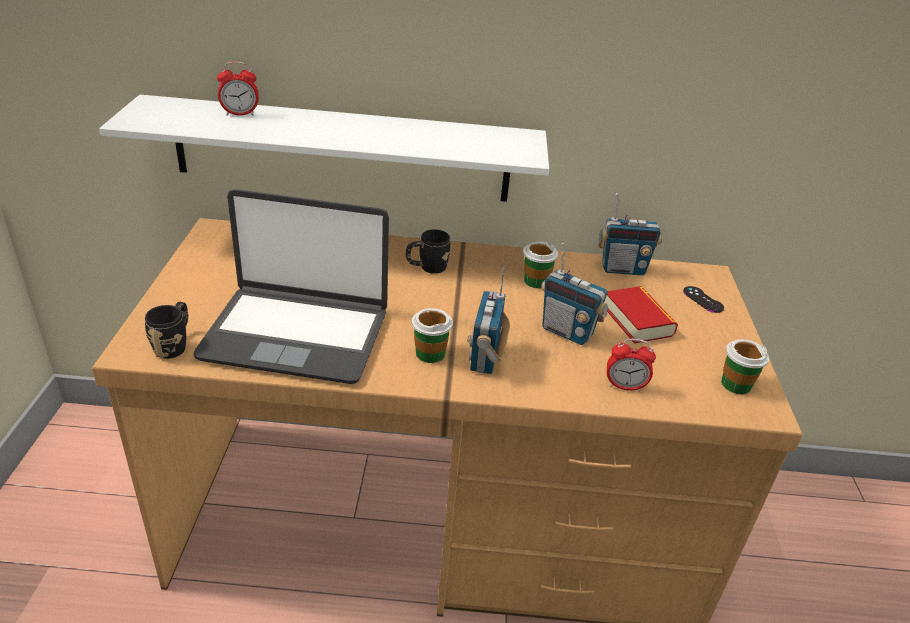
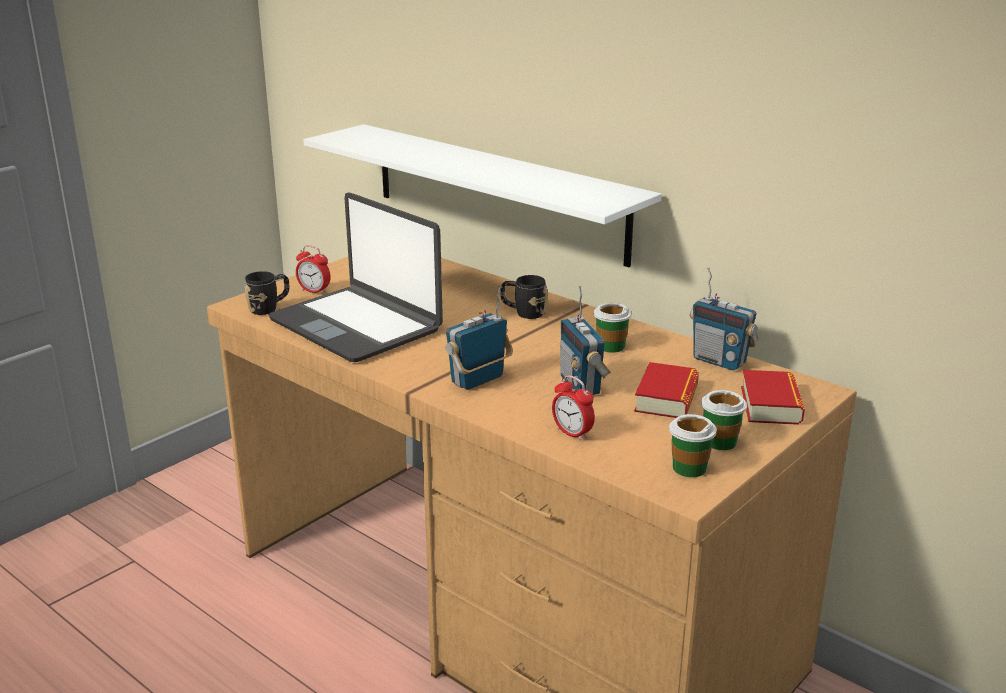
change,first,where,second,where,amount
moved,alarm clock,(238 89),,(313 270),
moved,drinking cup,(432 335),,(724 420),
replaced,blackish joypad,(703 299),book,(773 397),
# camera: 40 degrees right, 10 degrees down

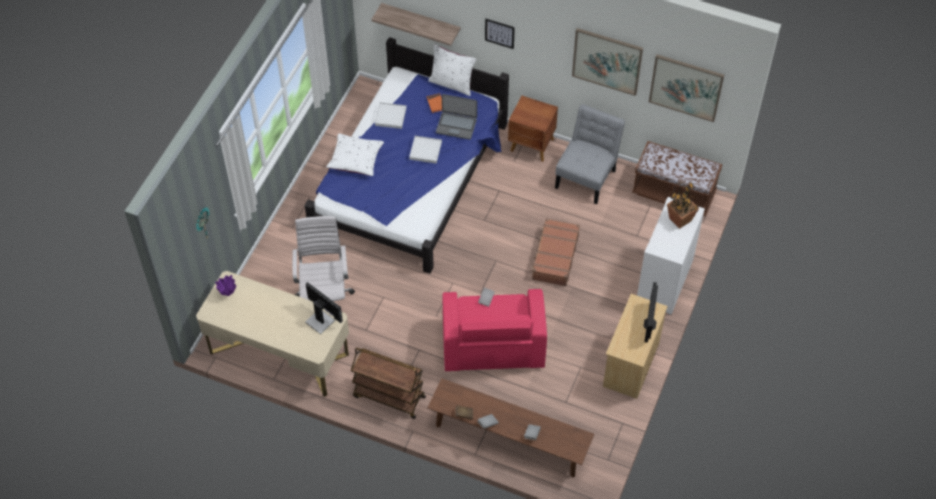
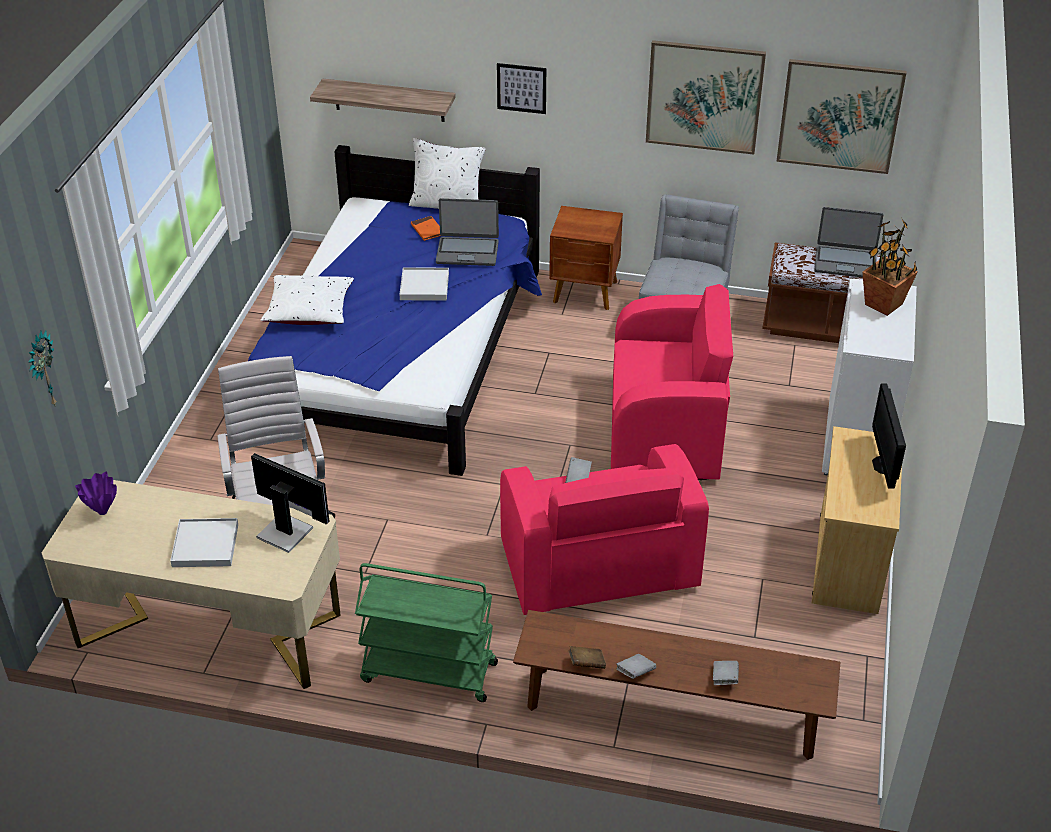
change,first,where,second,where,amount
recoloured,brown-coloured wheeled cart,(388 383),green wheeled cart,(426 632),
moved,whitish serving tray,(391 115),,(204 542),
replaced,brown-coloured piece of luggage,(555 252),pink-coloured armchair,(672 382),
added,,,laptop,(848 242),
# camera: 10 degrees left, 15 degrees down

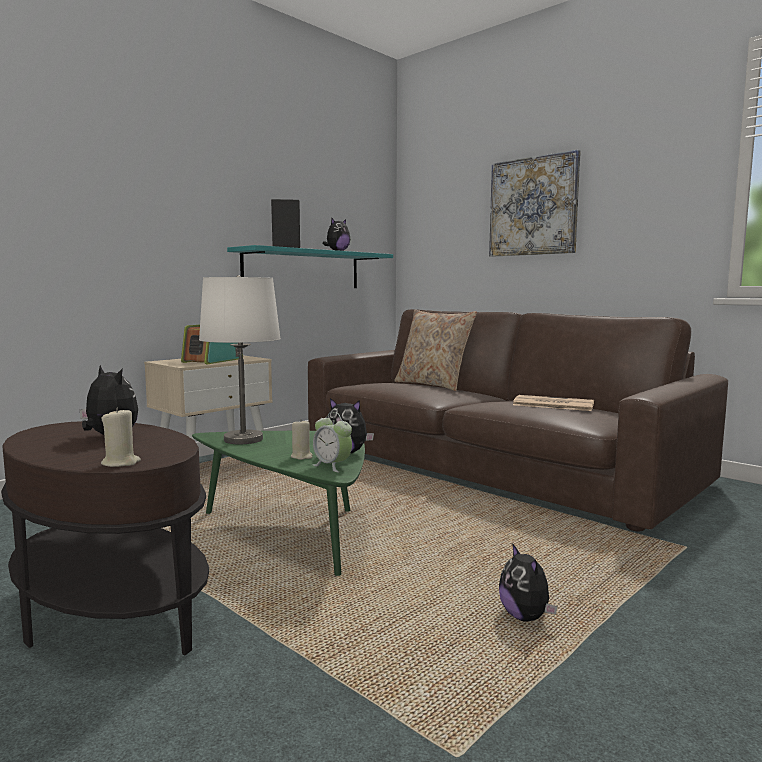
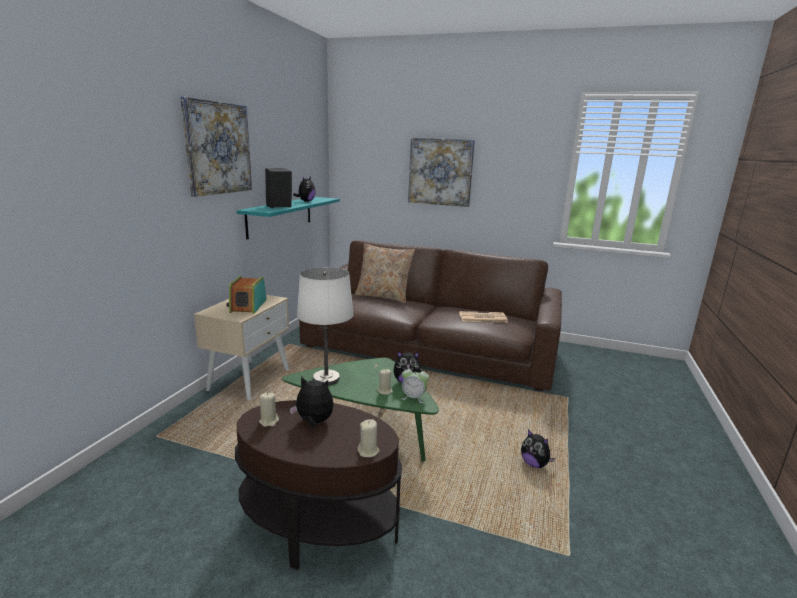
change,first,where,second,where,amount
added,,,wall art,(216 146),
added,,,beige-coloured wax light,(269 409),
# camera: 25 degrees left, 10 degrees up

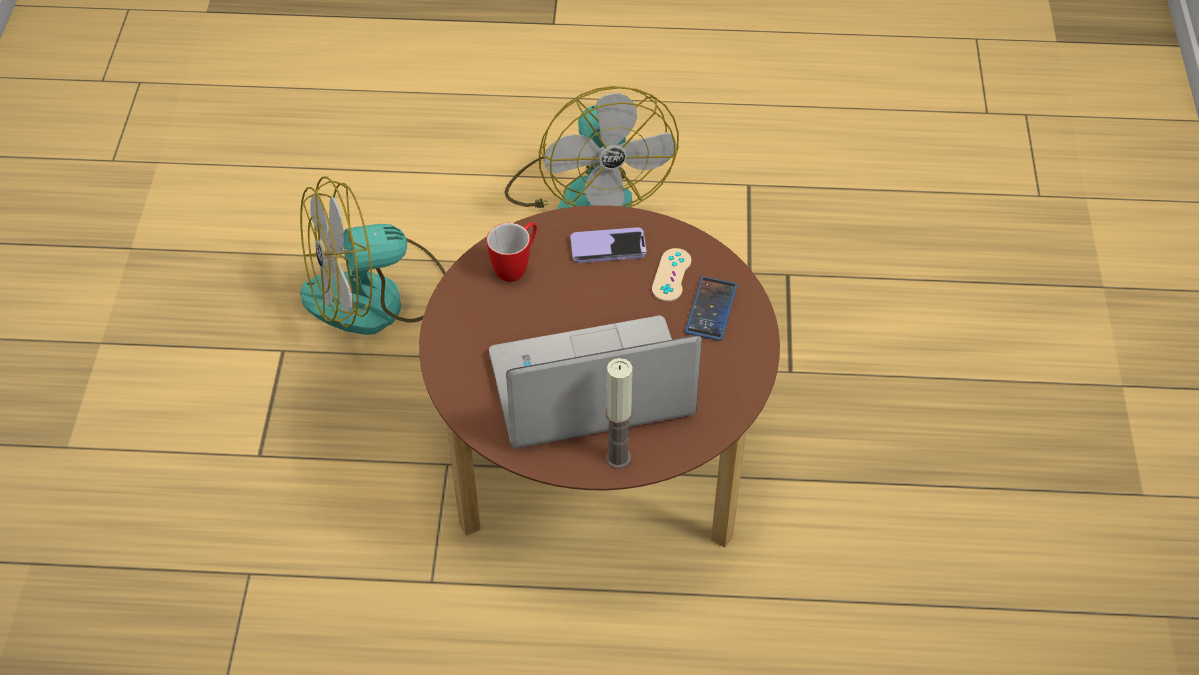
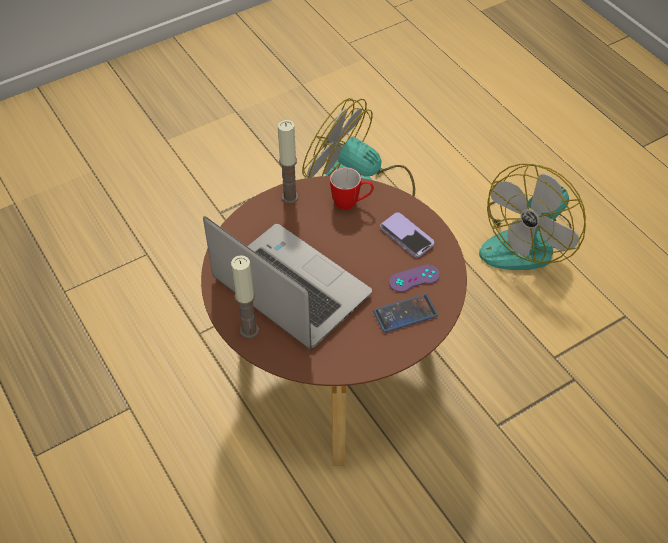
change,first,where,second,where,amount
recoloured,beige-coloured joypad,(671 275),purplish joypad,(414 278),
added,,,wax light,(288 161),
# camera: 55 degrees right, 0 degrees up

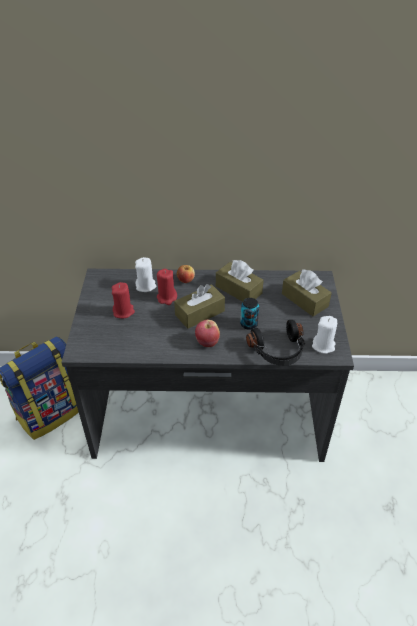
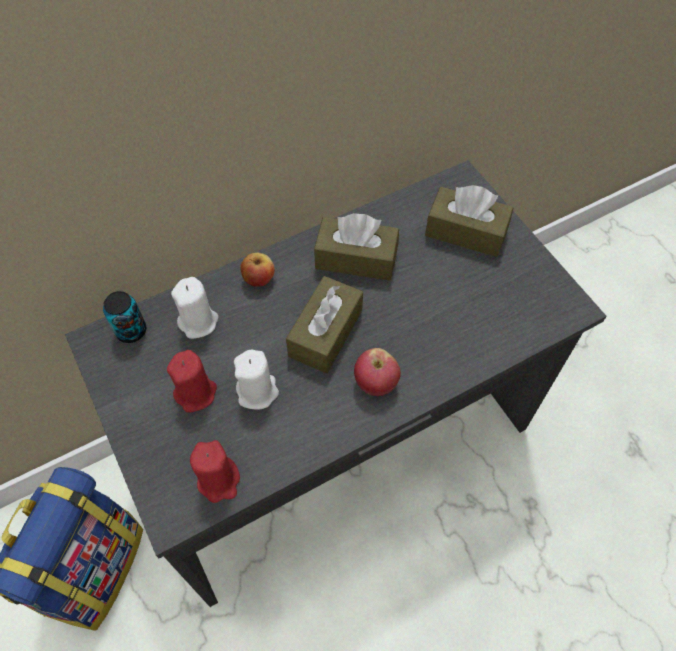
change,first,where,second,where,amount
moved,red wax light,(167 287),,(215 471),
moved,can,(249 314),,(124 317),
removed,blackish headphones,(275 343),,,
moved,whitish wax light,(324 335),,(256 379),
# camera: 30 degrees left, 15 degrees up

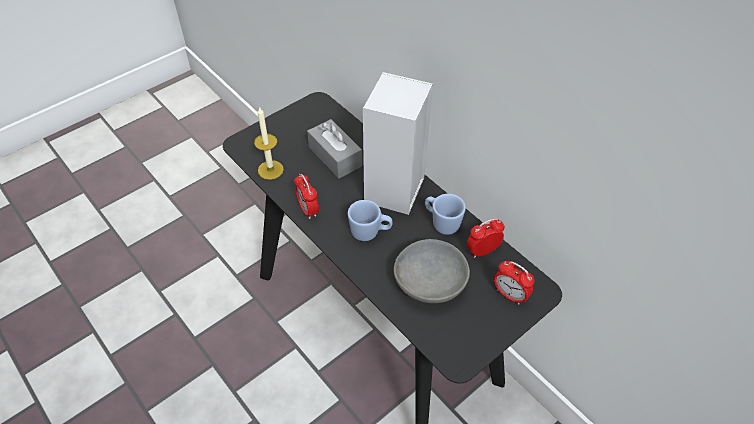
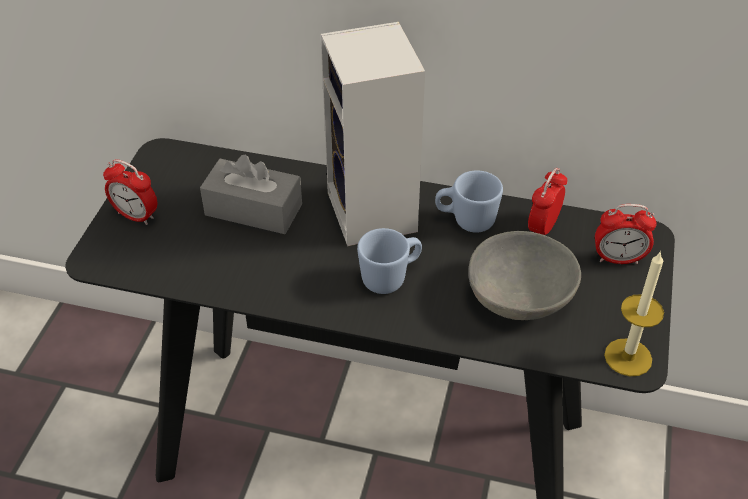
change,first,where,second,where,amount
moved,wax light,(269 143),,(634 313),
moved,alarm clock,(306 196),,(130 192),
# camera: 35 degrees left, 5 degrees down

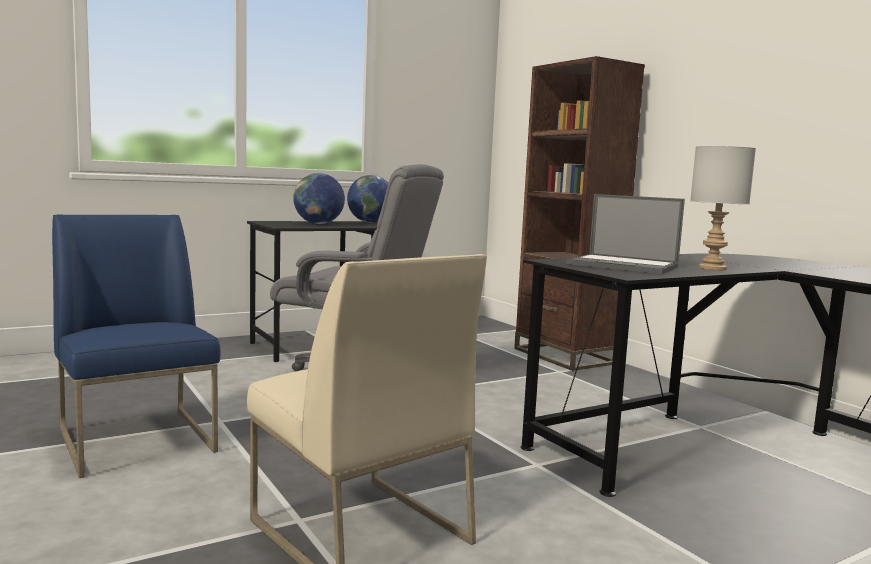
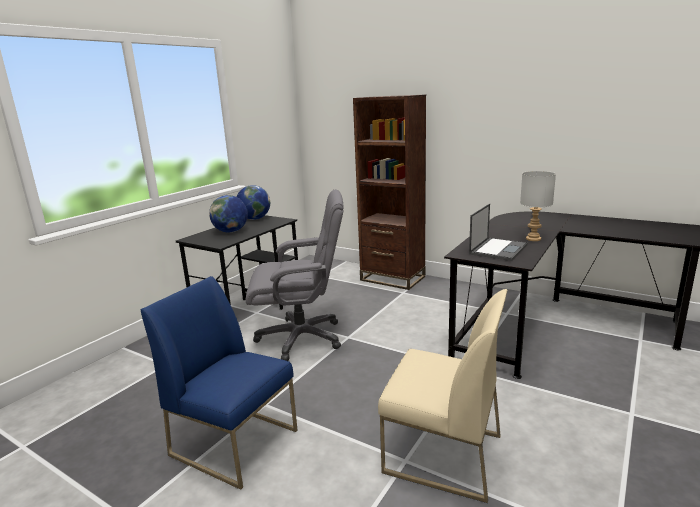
change,first,where,second,where,amount
turned,laptop,(625 234),,(498 232),60 degrees counterclockwise
# camera: 25 degrees left, 10 degrees up

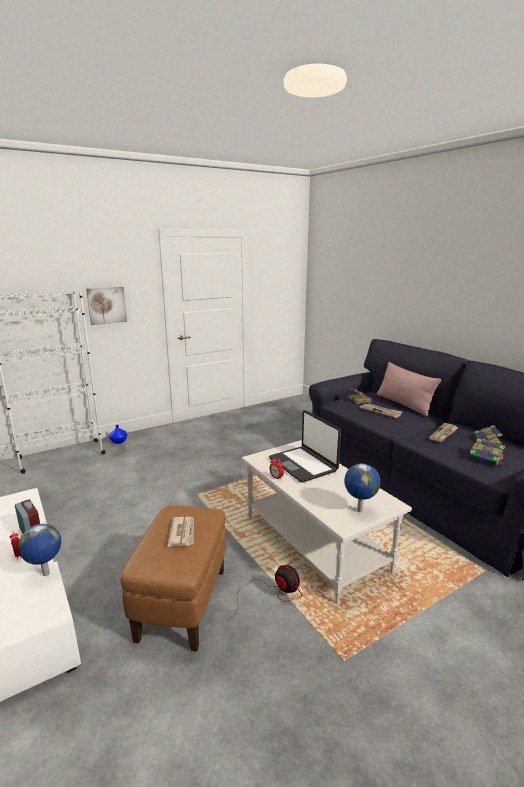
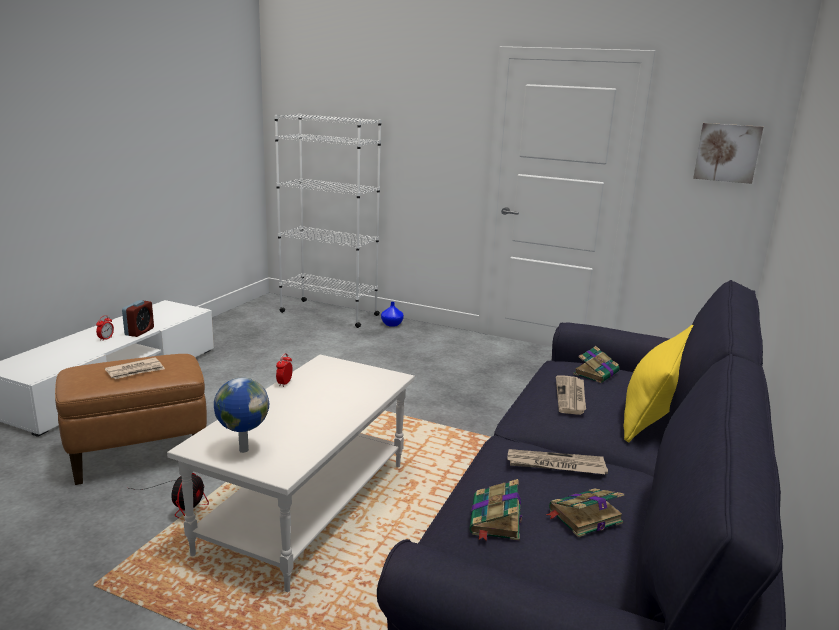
change,first,where,second,where,amount
removed,world globe,(39 550),,,
moved,wall art,(106 306),,(728 153),
removed,laptop,(305 446),,,
recoloured,pink-coloured pillow,(409 389),yellow pillow,(658 383),
# camera: 55 degrees right, 0 degrees up

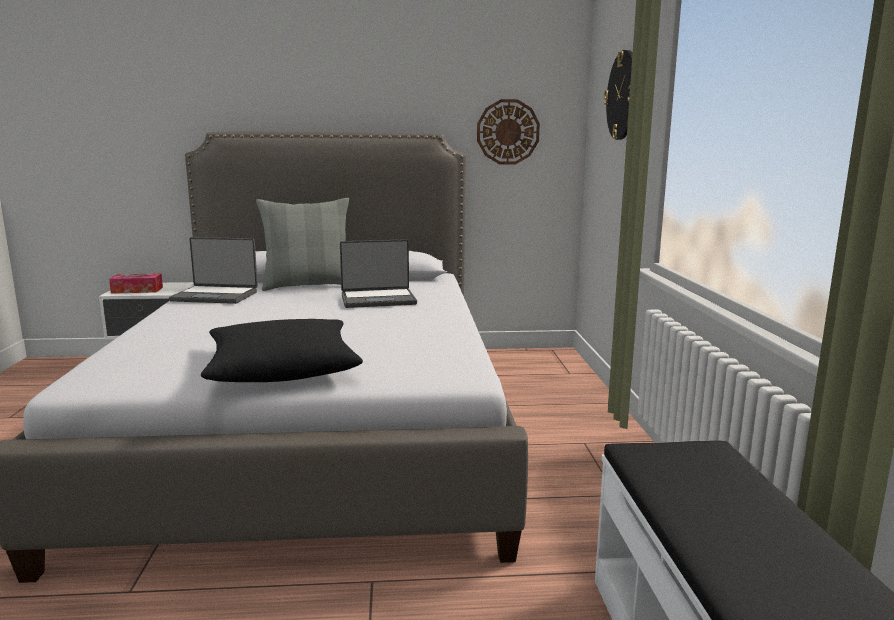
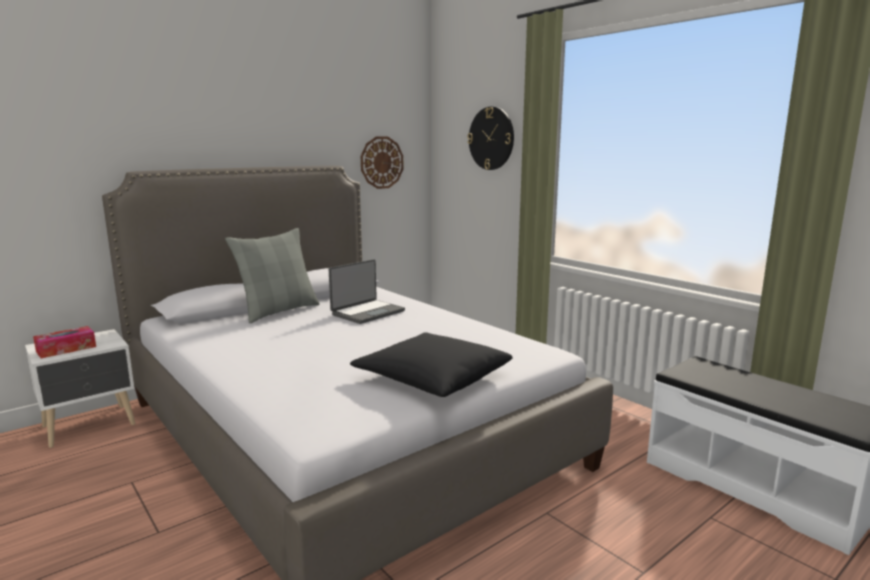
change,first,where,second,where,amount
removed,laptop,(213 270),,,
# camera: 35 degrees left, 0 degrees up

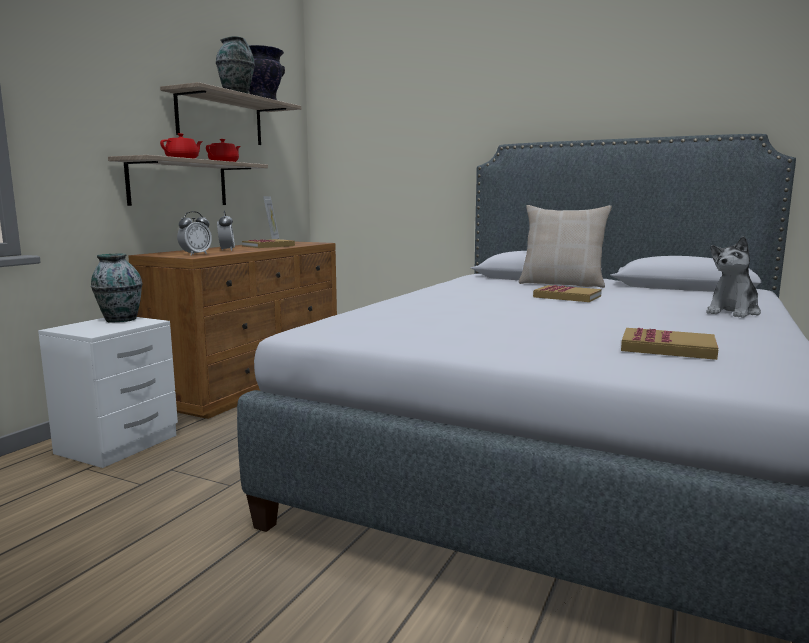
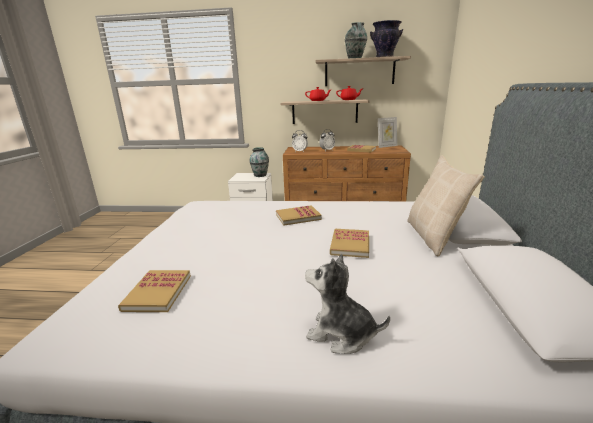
change,first,where,second,where,amount
added,,,book,(299 215),
# camera: 70 degrees right, 10 degrees up

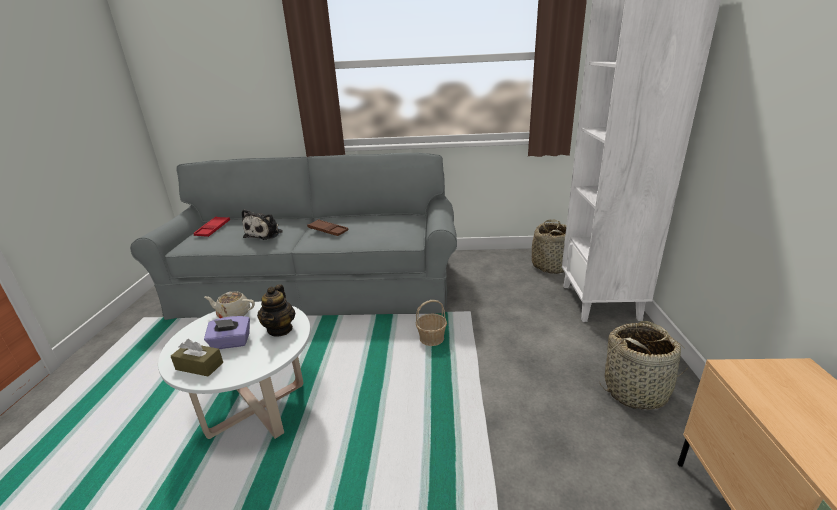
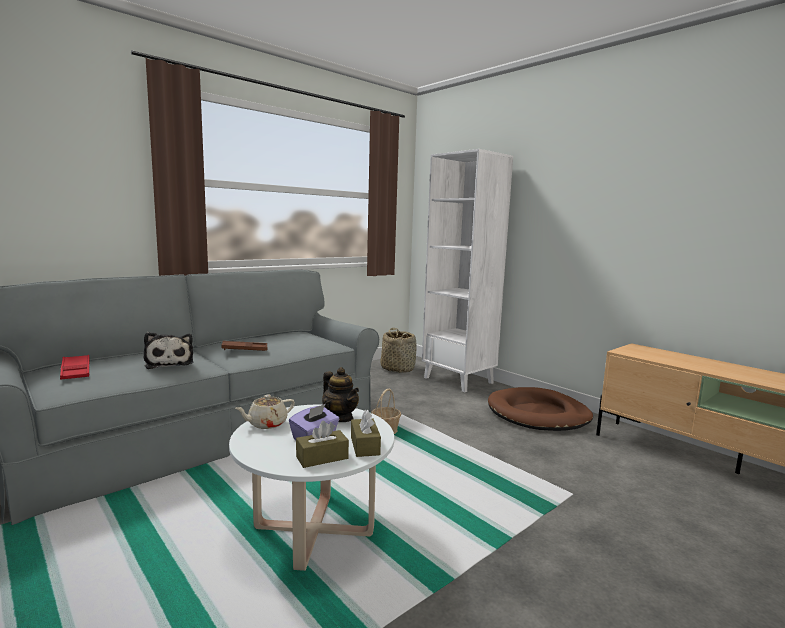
change,first,where,second,where,amount
replaced,household basket,(644 365),brown-coloured pet bed,(540 409),
added,,,brown-coloured tissue box,(366 433),
# camera: 45 degrees left, 15 degrees down

